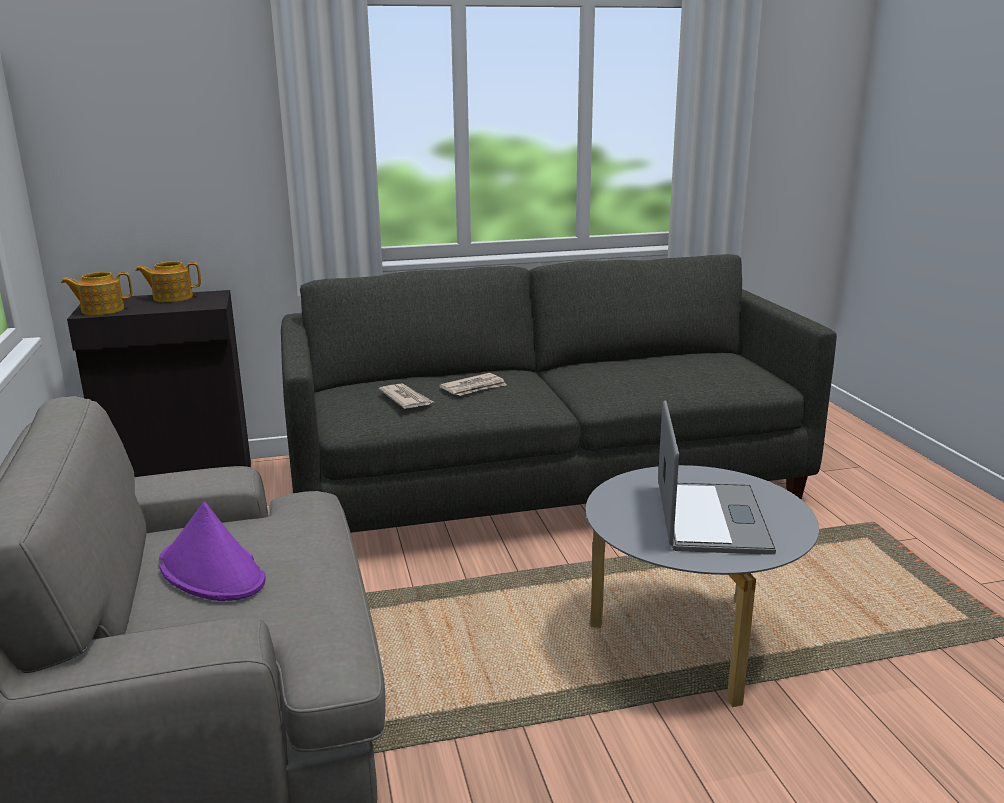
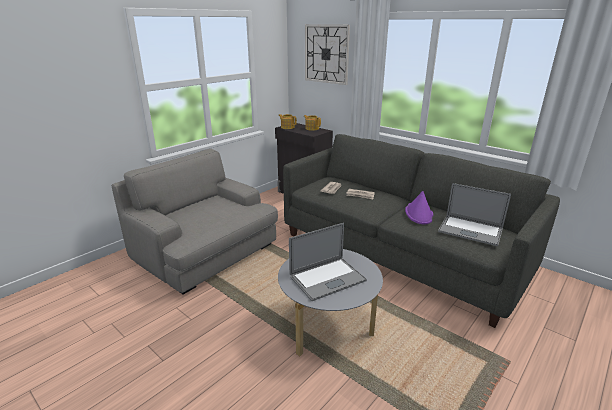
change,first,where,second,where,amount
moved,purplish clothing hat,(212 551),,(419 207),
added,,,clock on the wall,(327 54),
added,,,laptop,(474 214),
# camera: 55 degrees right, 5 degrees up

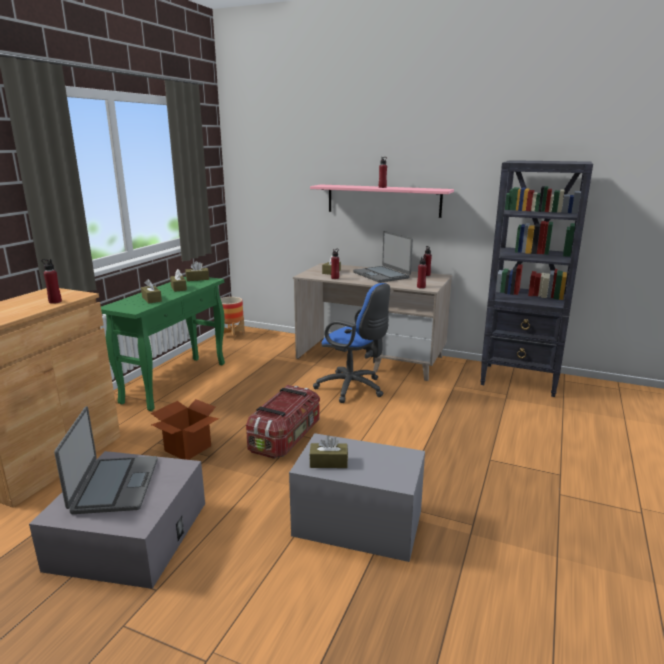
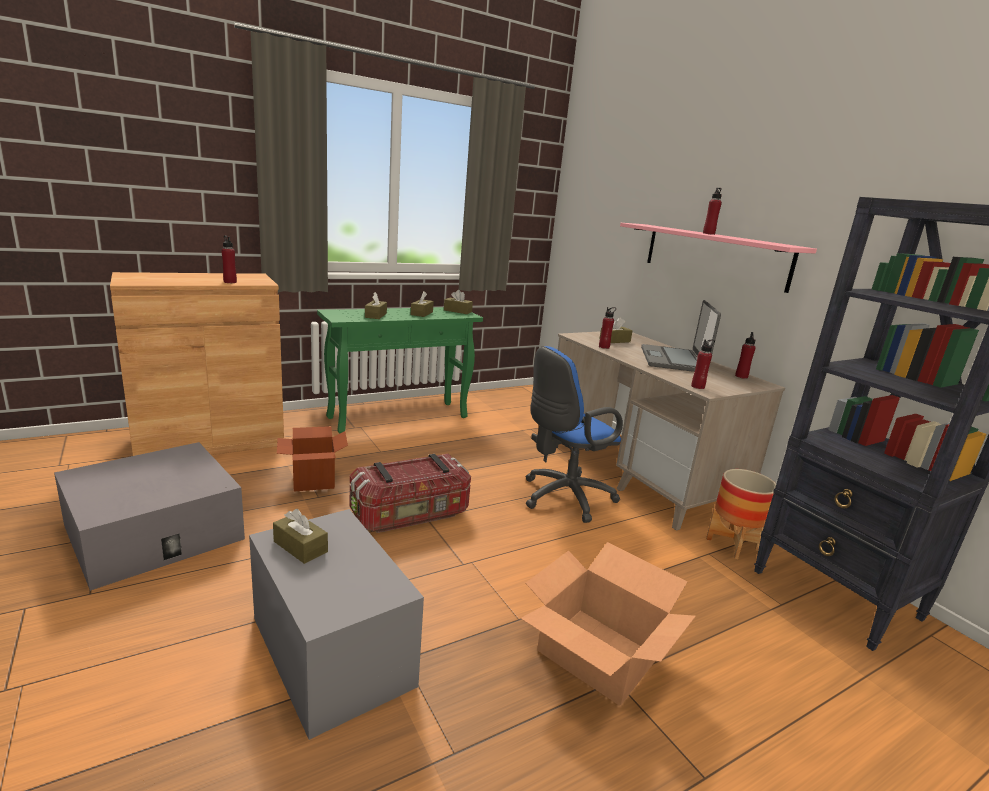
change,first,where,second,where,amount
removed,laptop,(106 460),,,
moved,plant pot,(232 318),,(741 514),
turned,blue computer chair,(351 343),,(574 434),75 degrees clockwise
added,,,cardboard box,(608 624),
# camera: 35 degrees right, 0 degrees up

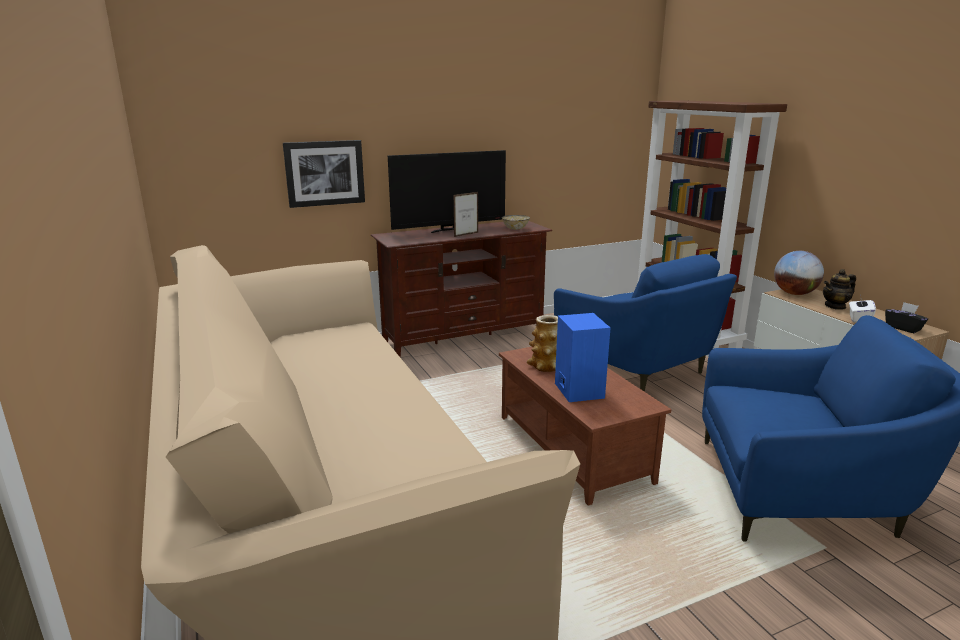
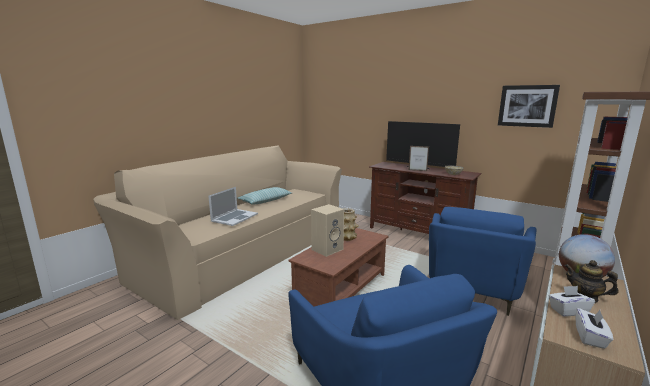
change,first,where,second,where,amount
moved,wall art,(324 174),,(529 106),
recoloured,blue loudspeaker,(582 357),beige-coloured loudspeaker,(327 230),
recoloured,blackish tissue box,(906 317),whitish tissue box,(594 328),
added,,,laptop,(233 206),
added,,,pillow,(265 196),
# camera: 60 degrees right, 5 degrees down

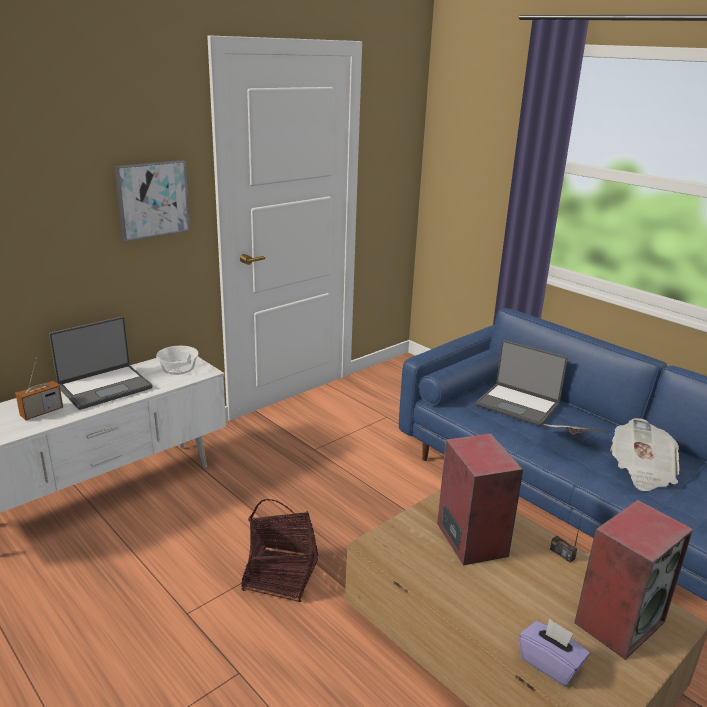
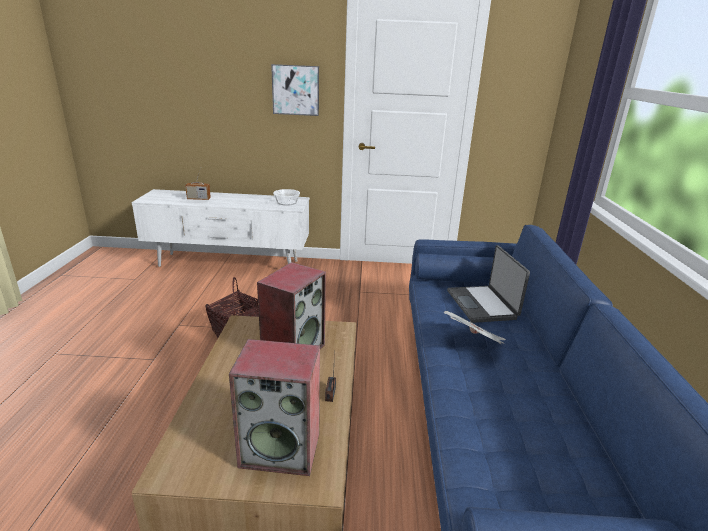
change,first,where,second,where,amount
removed,laptop,(100 363),,,
removed,purplish tissue box,(554 652),,,
removed,daily paper,(644 454),,,
# camera: 45 degrees right, 0 degrees up

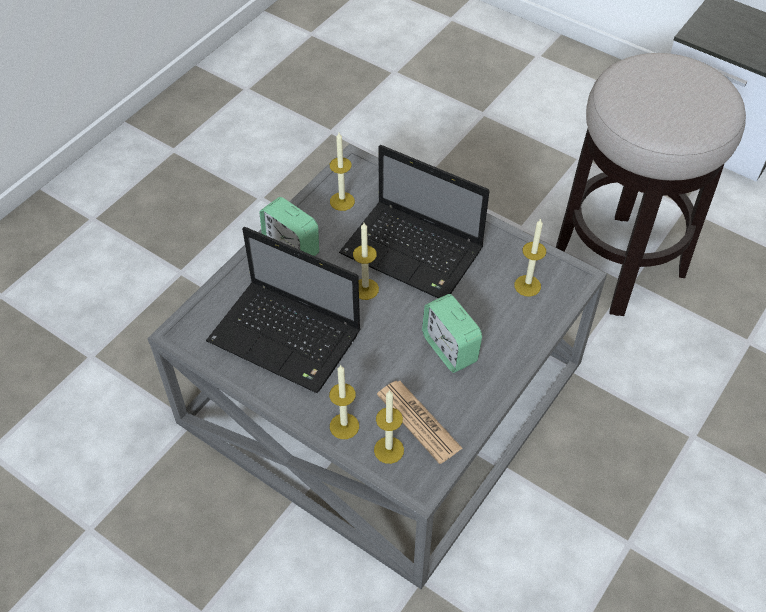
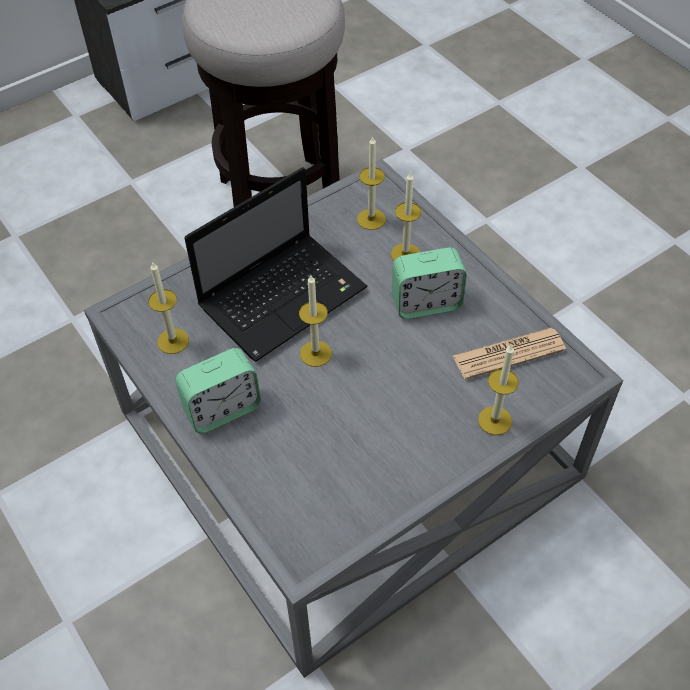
change,first,where,second,where,amount
removed,laptop,(283 310),,,
moved,wax light,(389 427),,(406 216),
# camera: 70 degrees left, 0 degrees up

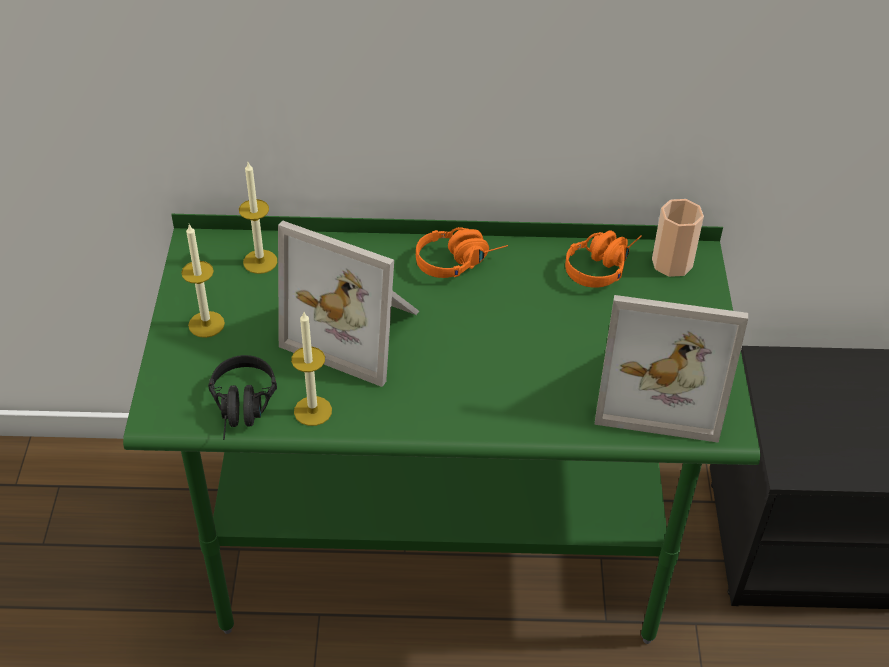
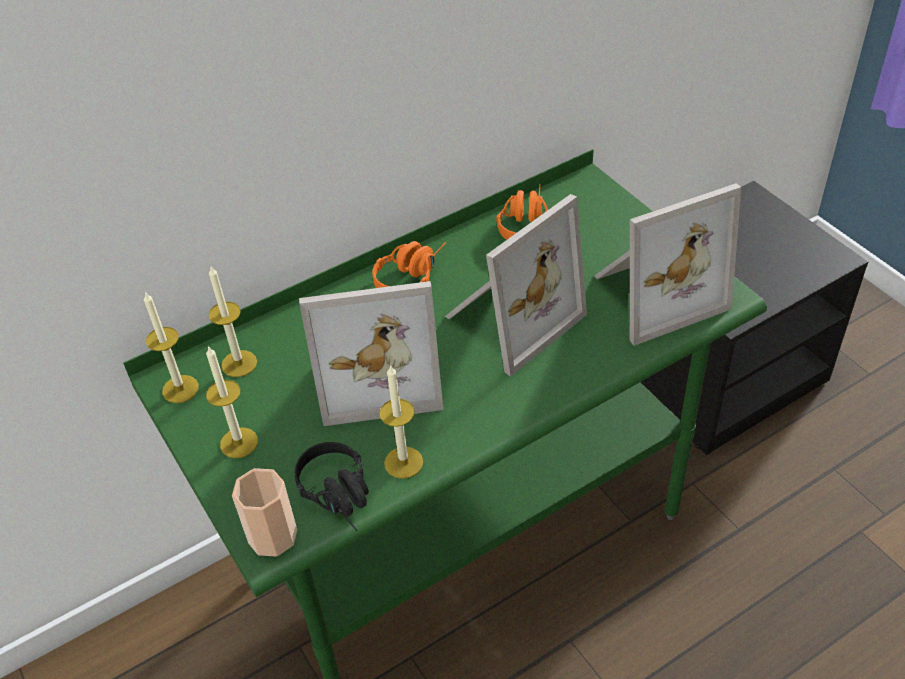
change,first,where,second,where,amount
moved,drinking cup,(678 238),,(264 512),
added,,,wax light,(171 347),
added,,,picture frame,(516 285),
# camera: 30 degrees left, 0 degrees up

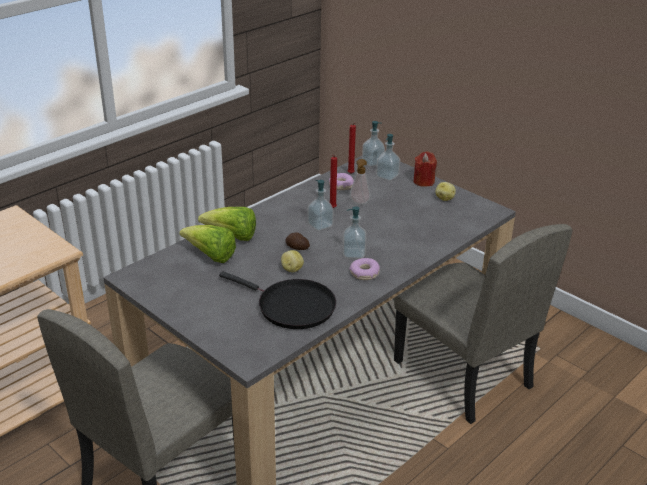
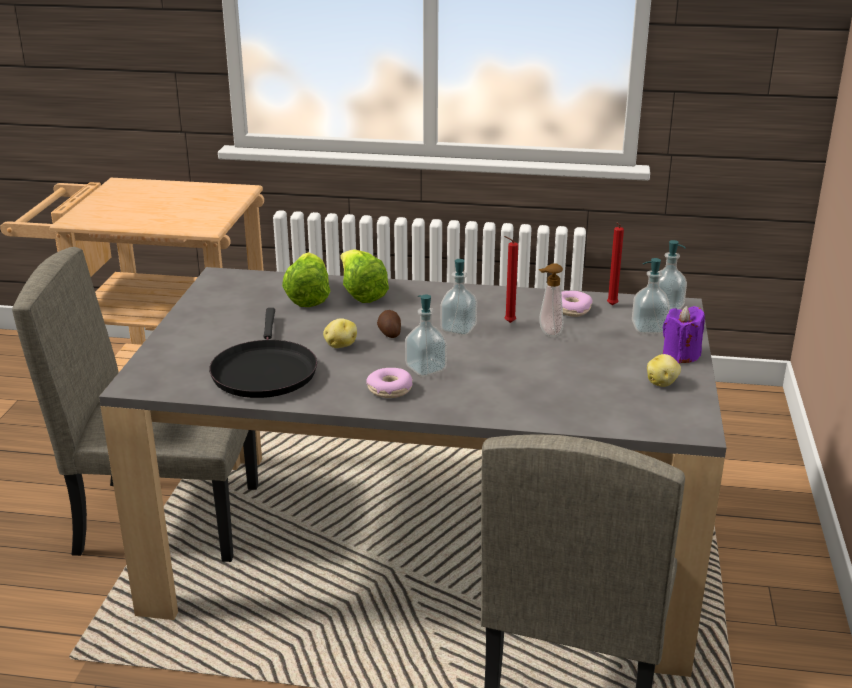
change,first,where,second,where,amount
recoloured,red wax light,(425 169),purplish wax light,(684 334),
# camera: 55 degrees right, 5 degrees down

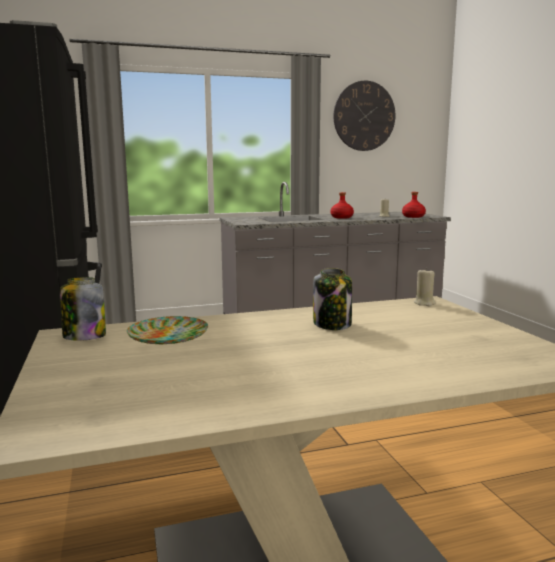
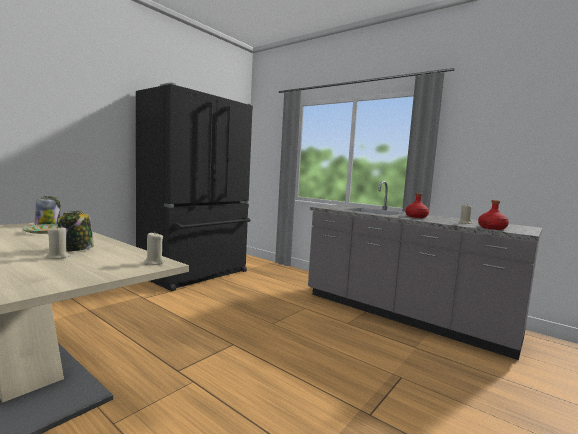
change,first,where,second,where,amount
removed,clock on the wall,(364 116),,,
added,,,beige-coloured wax light,(58 242),
# camera: 55 degrees right, 5 degrees down

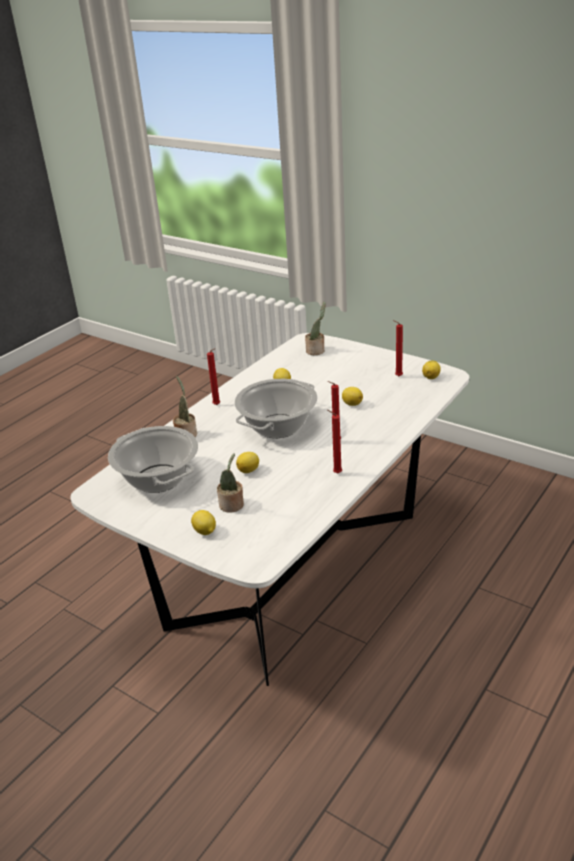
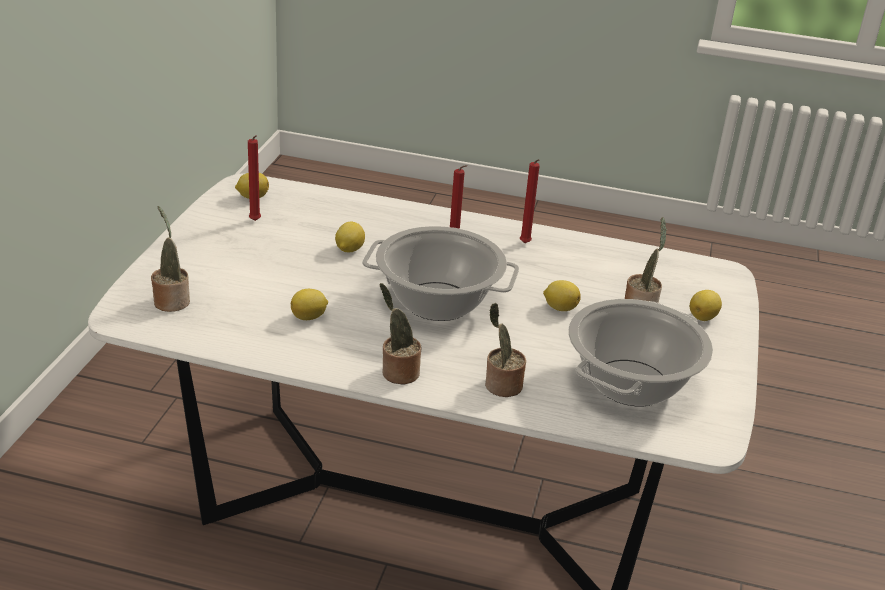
change,first,where,second,where,amount
replaced,red wax light,(213 376),plant in a pot,(400 333),
# camera: 115 degrees left, 0 degrees up

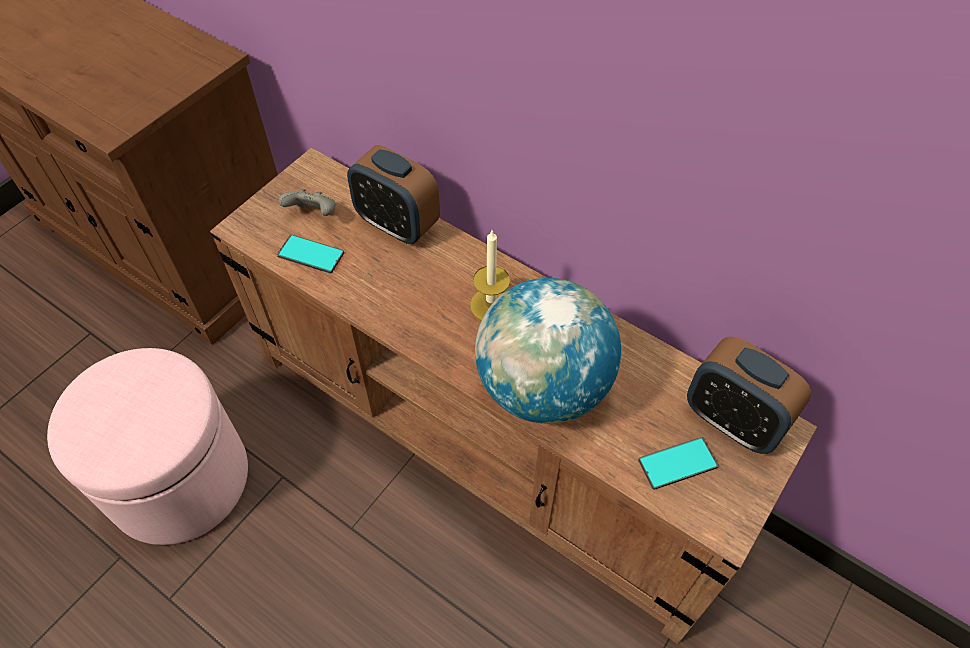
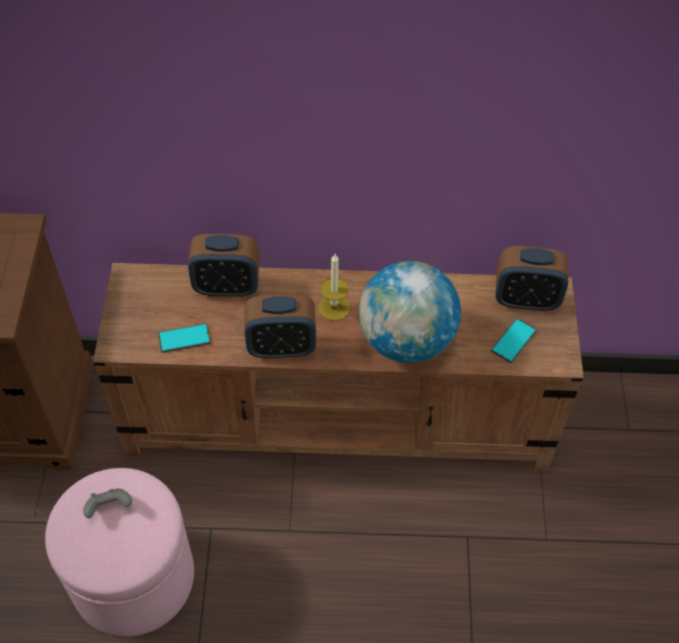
change,first,where,second,where,amount
moved,gray joypad,(307 202),,(107 503),
added,,,alarm clock,(280 326),
# camera: 35 degrees left, 0 degrees up

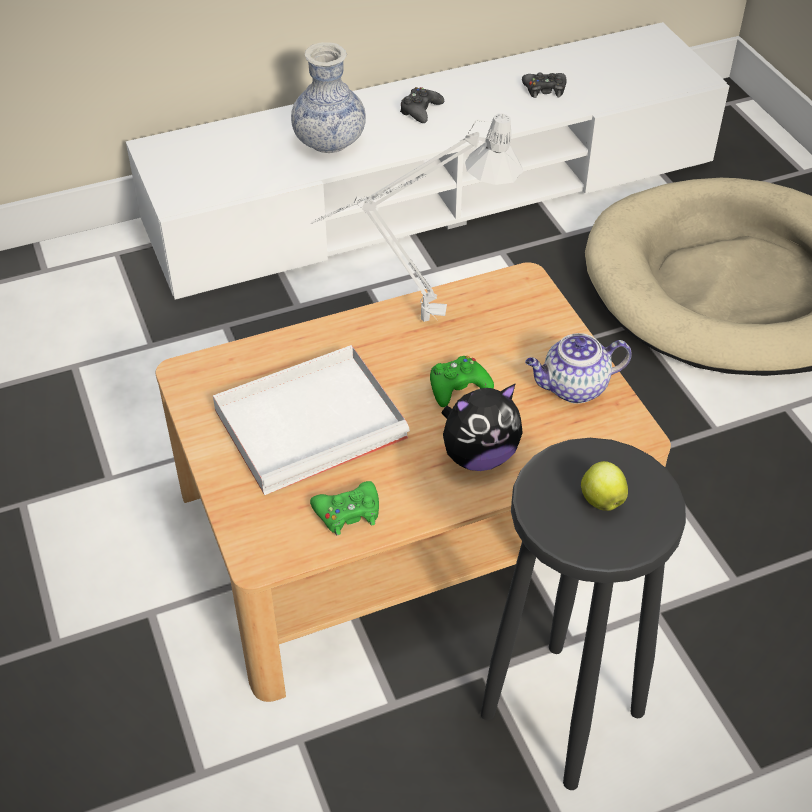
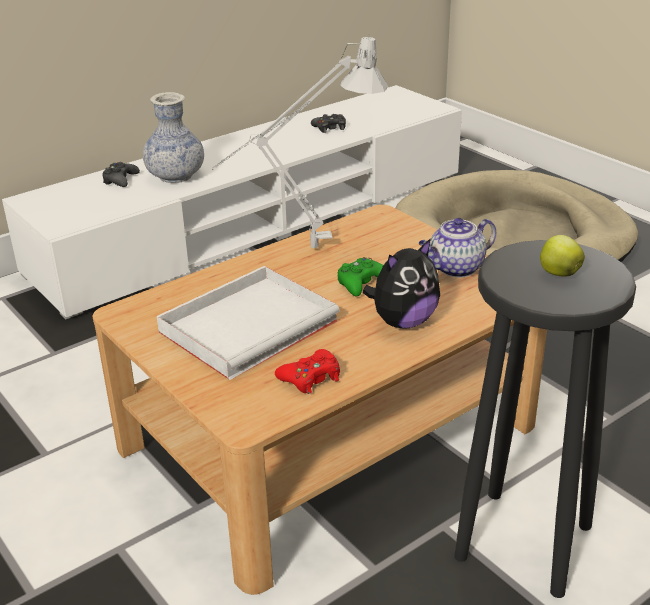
change,first,where,second,where,amount
recoloured,green joypad,(344 508),red joypad,(307 371),
moved,blackish joypad,(422 105),,(121 174),
# camera: 15 degrees left, 15 degrees down

